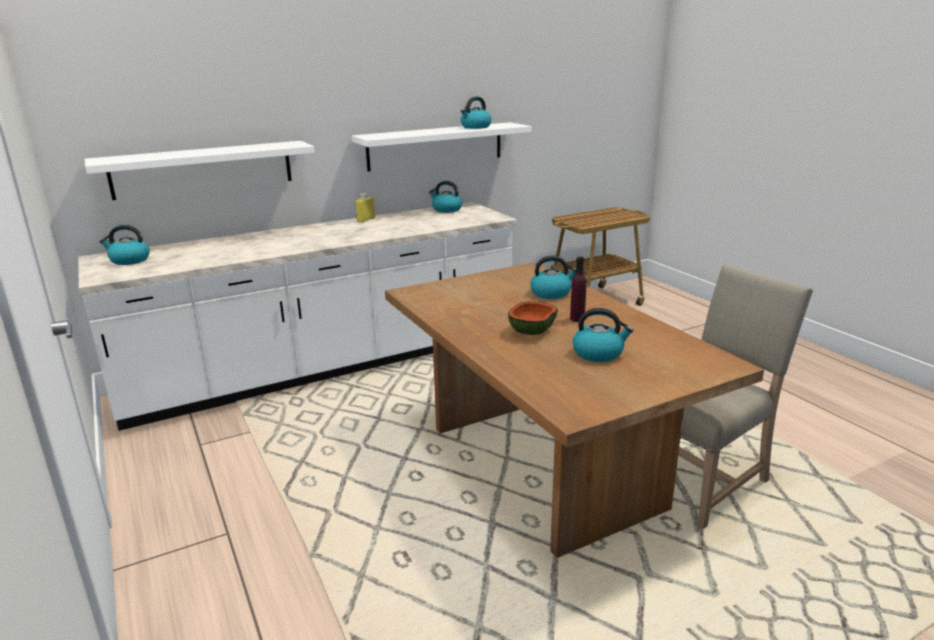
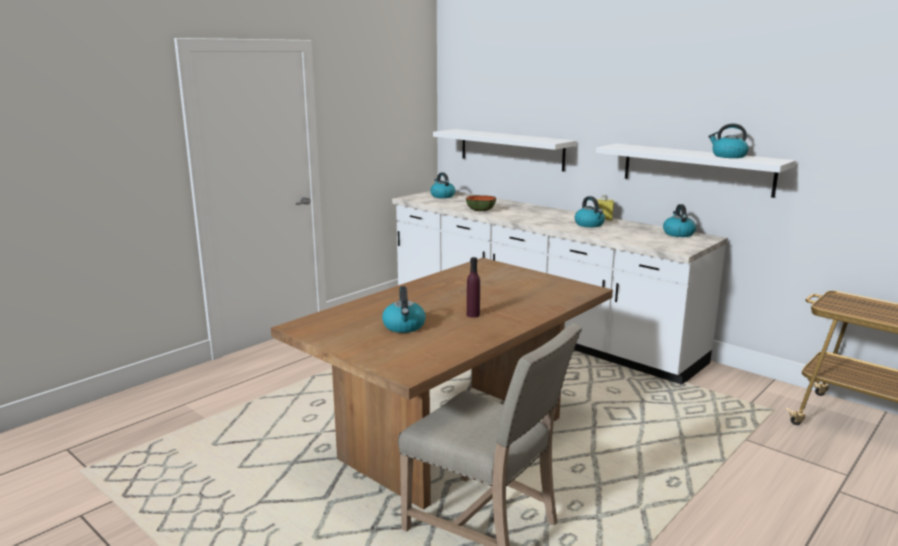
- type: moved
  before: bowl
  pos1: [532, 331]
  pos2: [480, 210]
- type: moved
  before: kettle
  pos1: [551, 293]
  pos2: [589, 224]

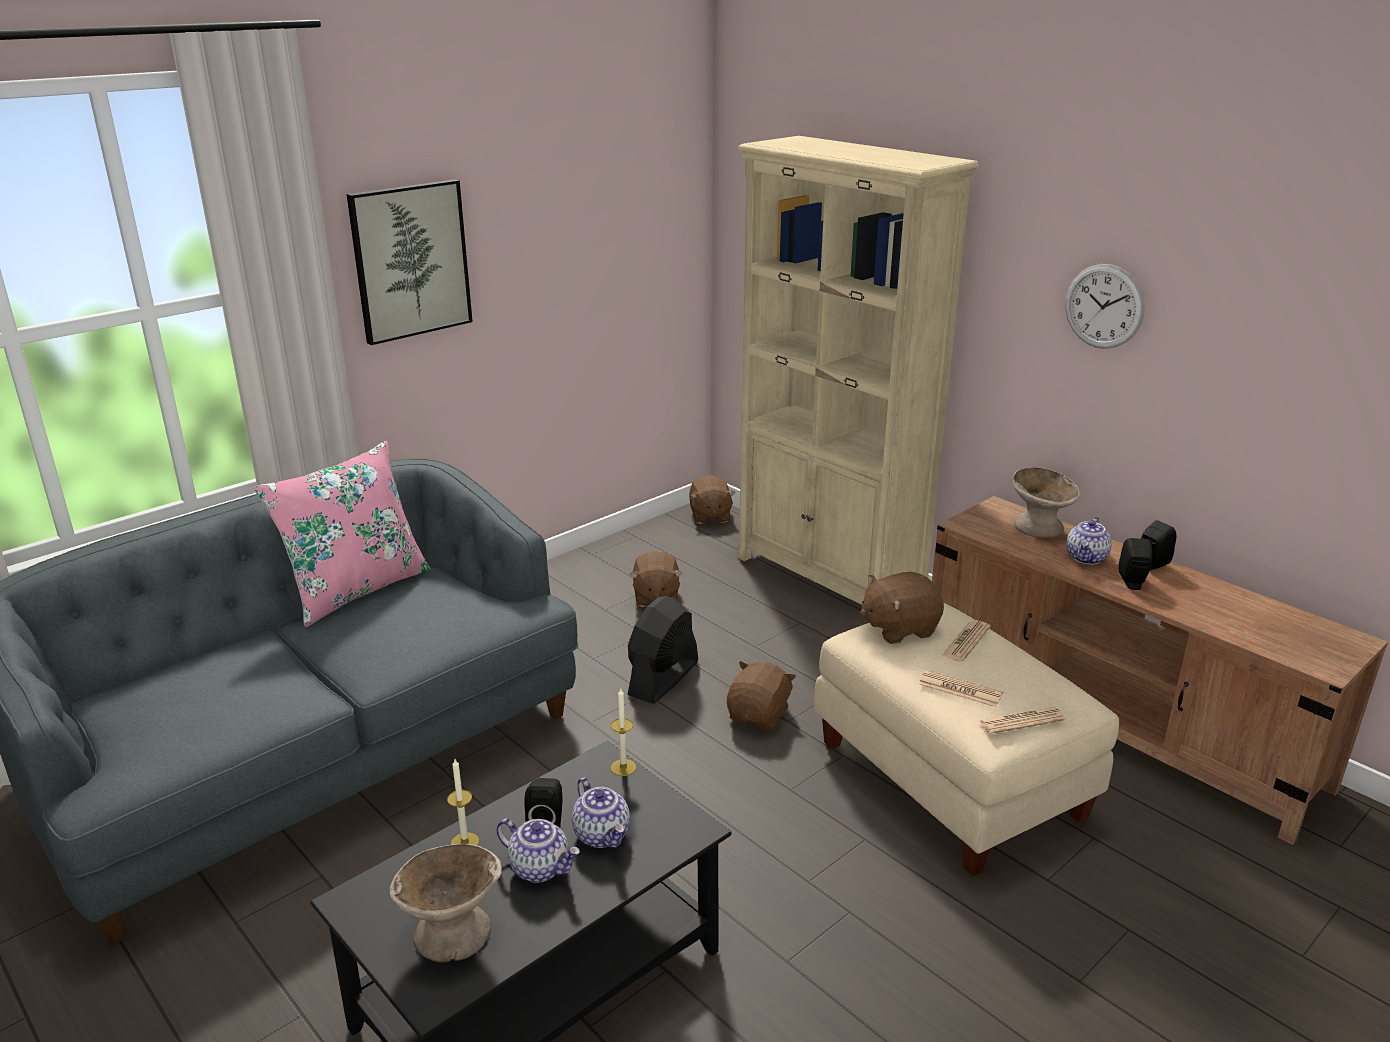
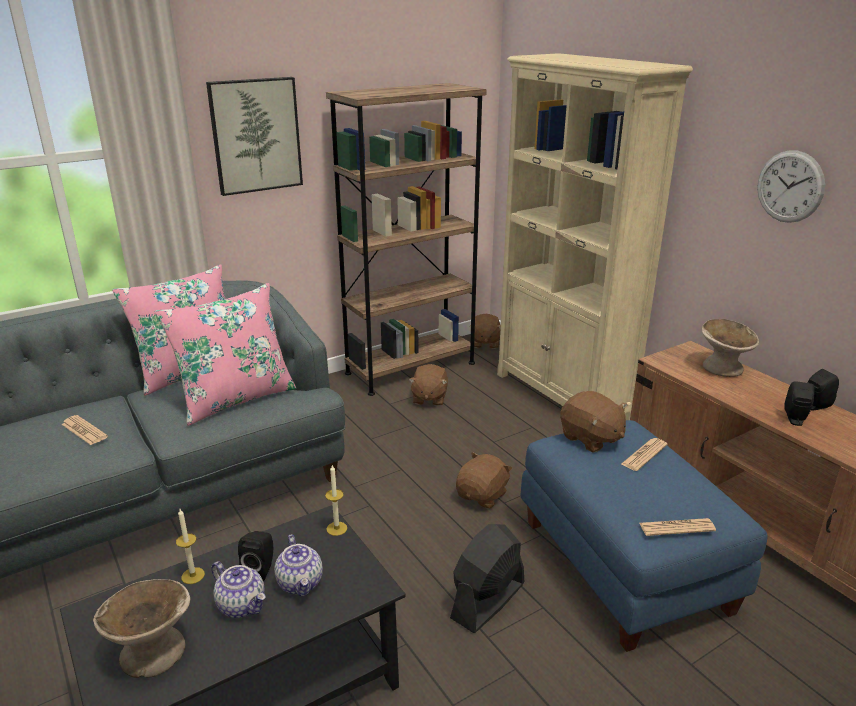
- type: removed
  before: teapot
  pos1: [1087, 558]
- type: added
  after: pink pillow
  pos2: [235, 398]
- type: added
  after: brown bookcase
  pos2: [410, 368]
- type: moved
  before: black fan
  pos1: [663, 678]
  pos2: [487, 601]
- type: moved
  before: newspaper
  pos1: [960, 689]
  pos2: [84, 431]
- type: recoloured
  before: beige ottoman
  after: blue ottoman
  pos1: [952, 779]
  pos2: [626, 565]
- type: turned
  before: brown plush toy
  pos1: [899, 628]
  pos2: [591, 438]
  turn: -120

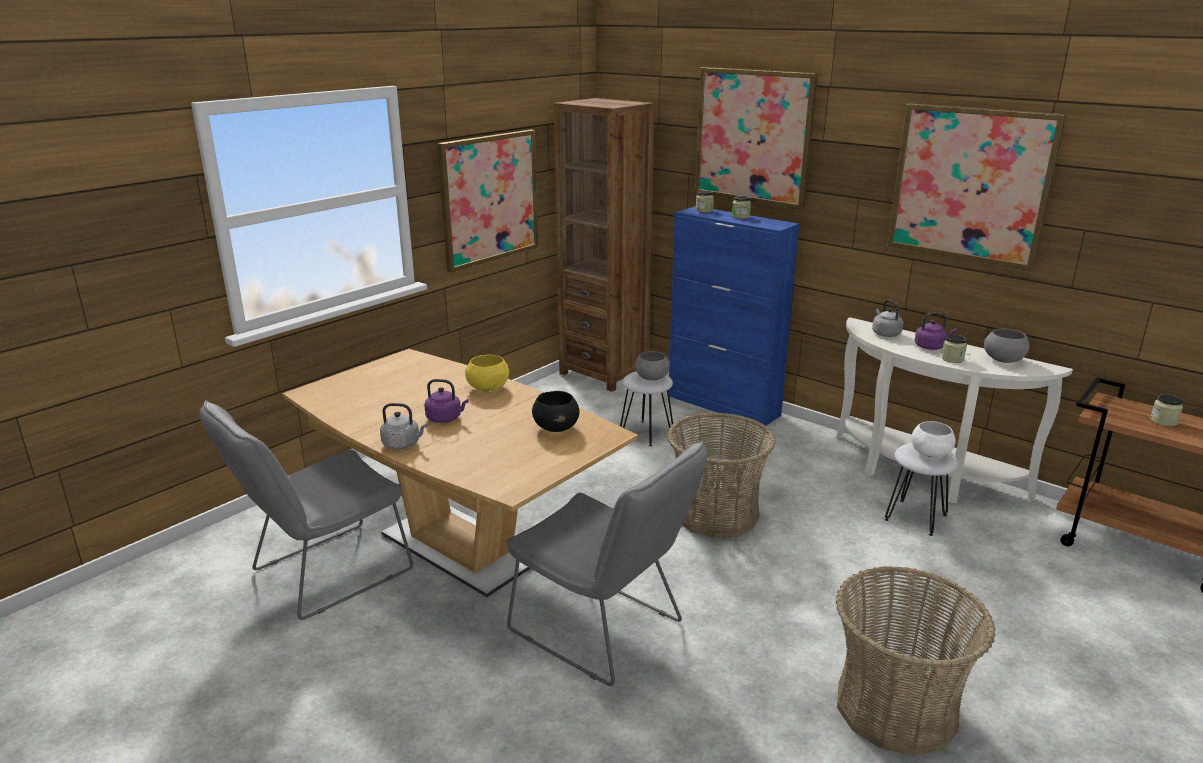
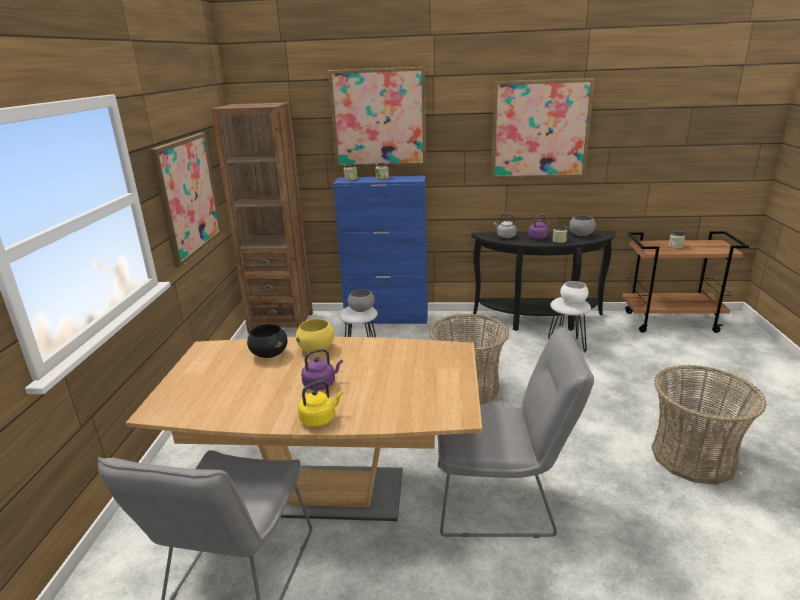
- type: moved
  before: black bowl
  pos1: [556, 428]
  pos2: [269, 354]
- type: recoloured
  before: grey kettle
  after: yellow kettle
  pos1: [403, 444]
  pos2: [320, 419]
- type: recoloured
  before: white console table
  after: black console table
  pos1: [919, 475]
  pos2: [539, 321]

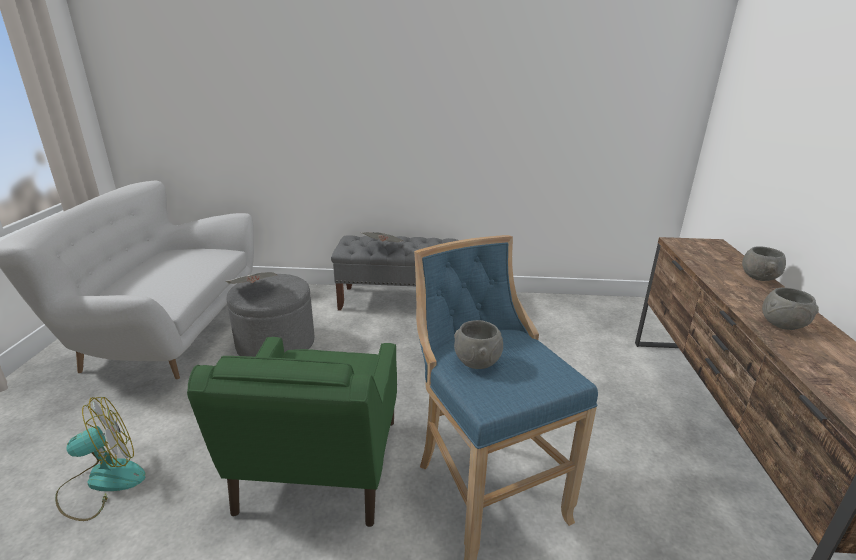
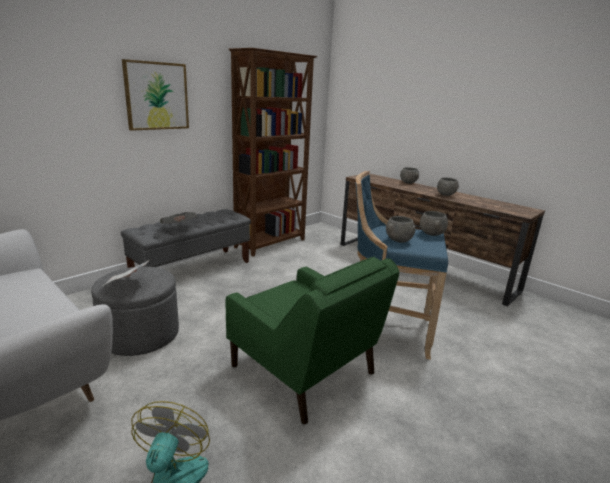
- type: added
  after: picture
  pos2: [157, 96]
- type: added
  after: brown bookcase
  pos2: [271, 243]
- type: added
  after: grey bowl
  pos2: [431, 235]

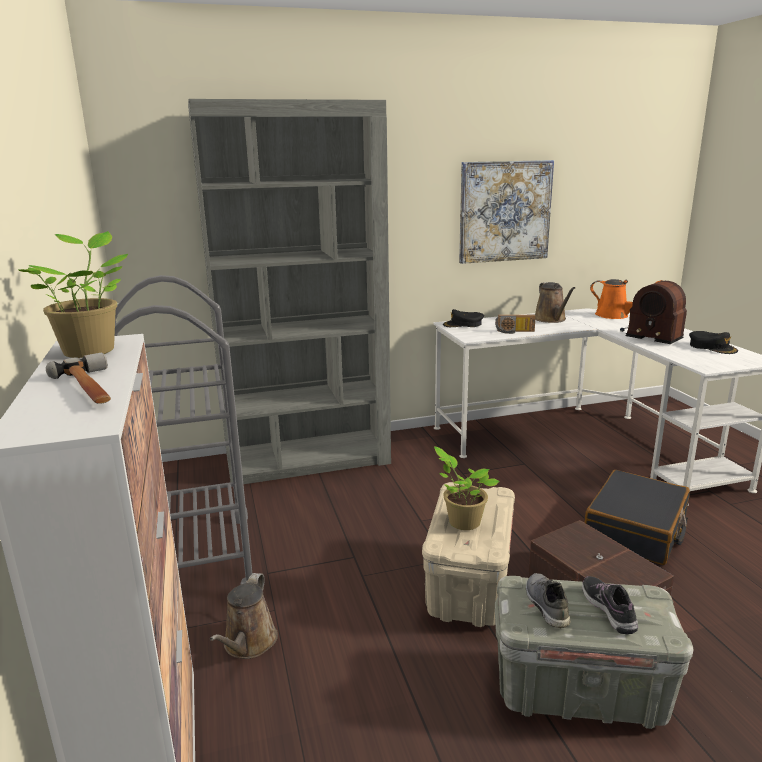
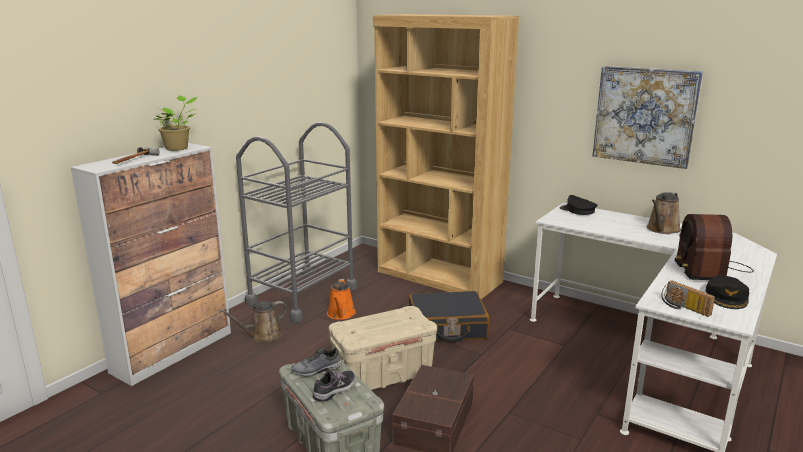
- type: removed
  before: potted plant
  pos1: [462, 521]
- type: moved
  before: radio
  pos1: [514, 332]
  pos2: [683, 308]
- type: moved
  before: black suitcase
  pos1: [636, 530]
  pos2: [447, 327]
- type: moved
  before: orange watering can
  pos1: [615, 315]
  pos2: [341, 314]
- type: recoloured
  before: grey bookcase
  after: brown bookcase
  pos1: [308, 459]
  pos2: [439, 277]
- type: turned
  before: grey shoe
  pos1: [545, 605]
  pos2: [317, 370]
  turn: -150

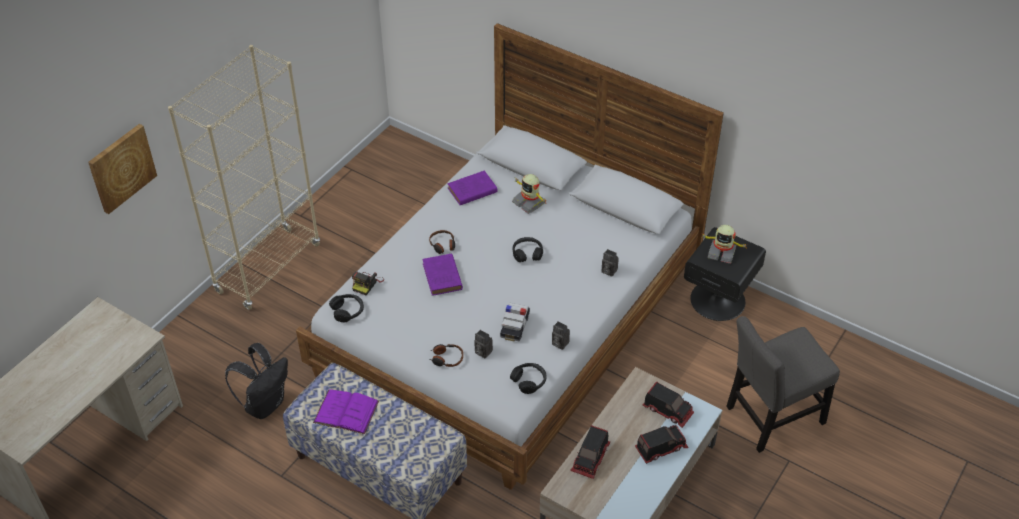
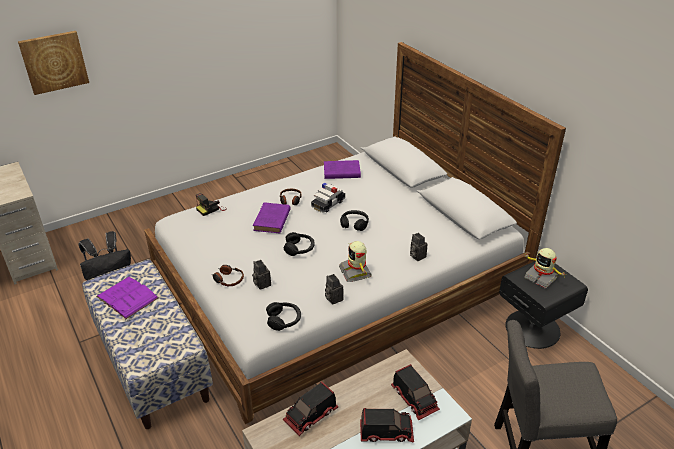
- type: removed
  before: beige bookcase
  pos1: [268, 268]
- type: moved
  before: black headphones
  pos1: [348, 311]
  pos2: [299, 248]
- type: moved
  before: toy car
  pos1: [515, 326]
  pos2: [328, 204]
- type: moved
  before: toy robot
  pos1: [529, 202]
  pos2: [356, 272]

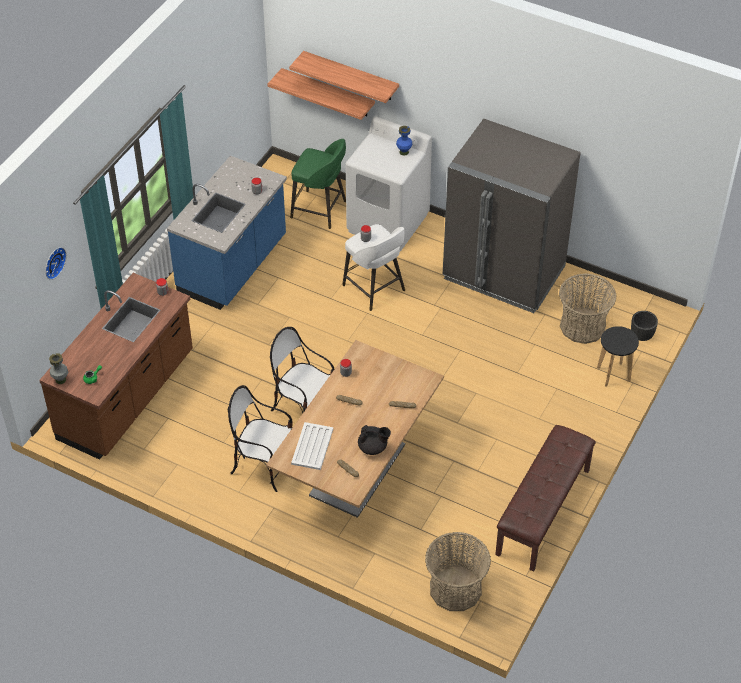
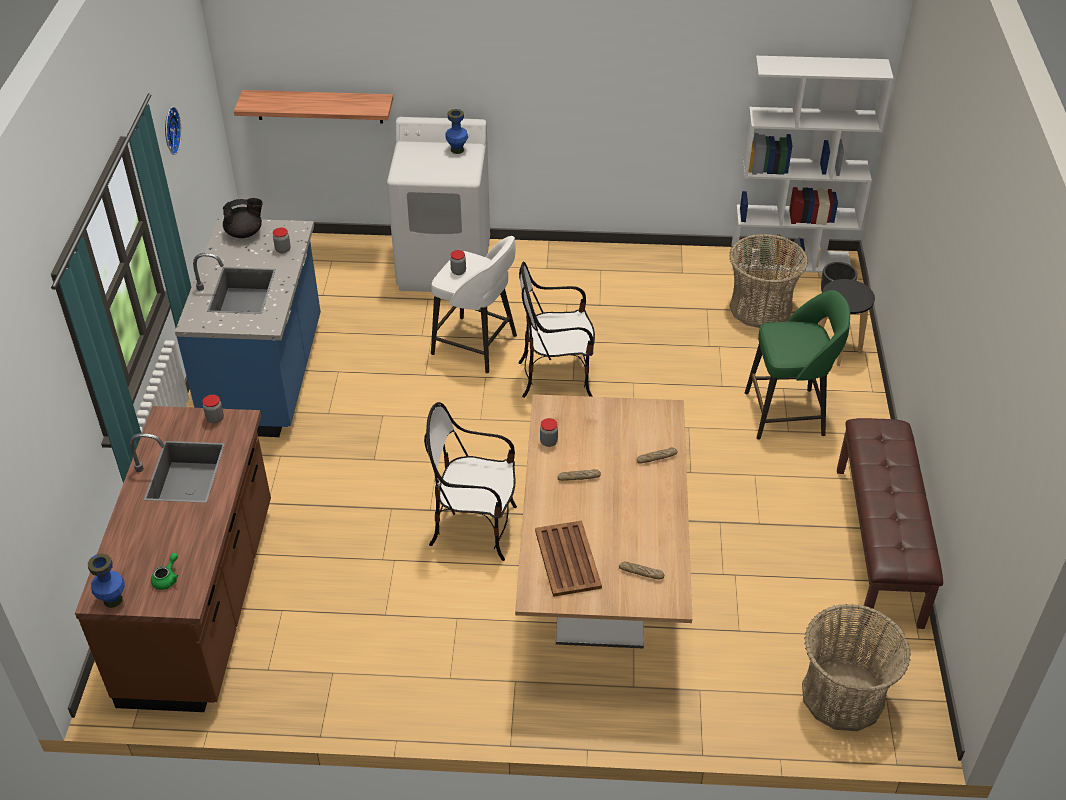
- type: removed
  before: shelf
  pos1: [351, 76]
- type: removed
  before: grey fridge
  pos1: [504, 273]
- type: added
  after: white bookcase
  pos2: [791, 261]
- type: moved
  before: wall clock
  pos1: [53, 262]
  pos2: [169, 130]
- type: moved
  before: chair
  pos1: [263, 466]
  pos2: [556, 377]
- type: moved
  before: green stool
  pos1: [320, 210]
  pos2: [787, 414]
- type: moved
  before: black teapot
  pos1: [373, 447]
  pos2: [245, 233]
- type: recoloured
  before: grey vase
  after: blue vase
  pos1: [60, 380]
  pos2: [112, 600]
- type: recoloured
  before: white tray
  after: brown tray
  pos1: [312, 446]
  pos2: [567, 558]

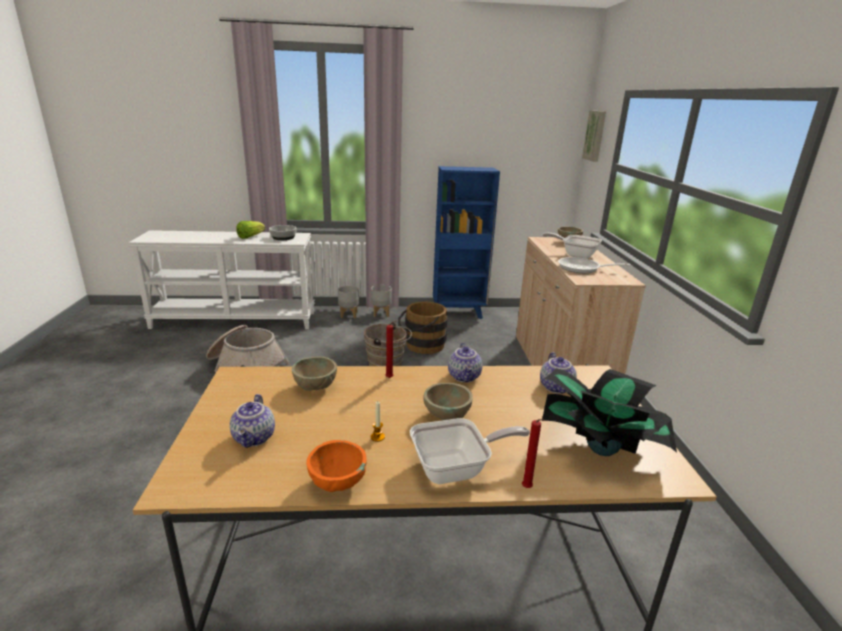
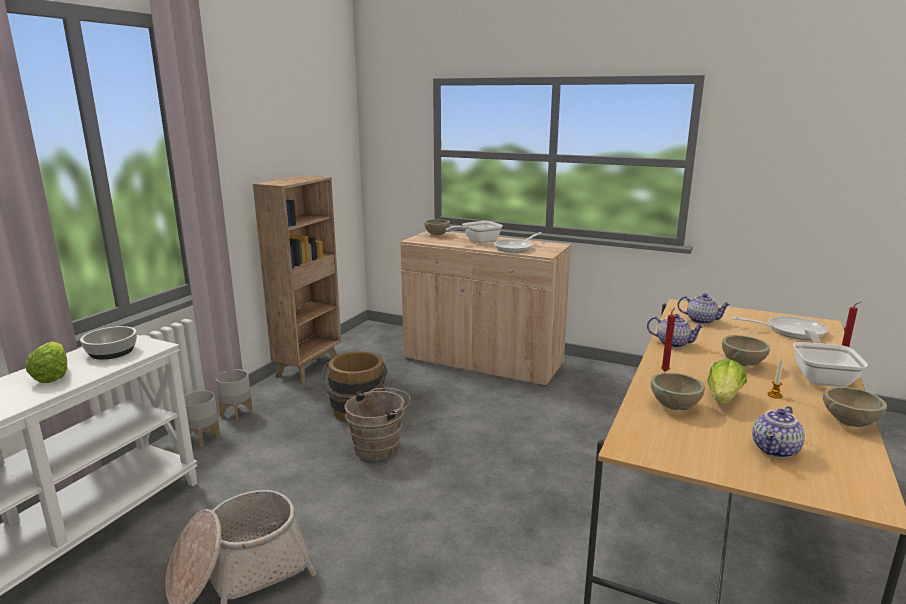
- type: removed
  before: picture
  pos1: [595, 135]
- type: added
  after: lettuce
  pos2: [723, 399]
- type: replaced
  before: potted plant
  after: frying pan
  pos1: [600, 448]
  pos2: [789, 331]
- type: recoloured
  before: orange bowl
  after: beige bowl
  pos1: [337, 484]
  pos2: [849, 423]
- type: recoloured
  before: blue bookcase
  after: brown bookcase
  pos1: [459, 313]
  pos2: [309, 367]
- type: turned
  before: teapot
  pos1: [255, 438]
  pos2: [776, 450]
  turn: 105

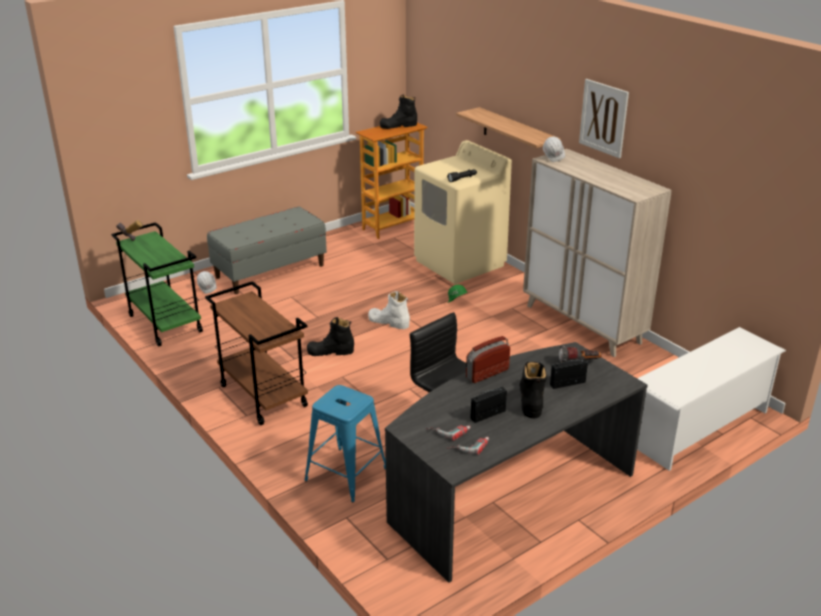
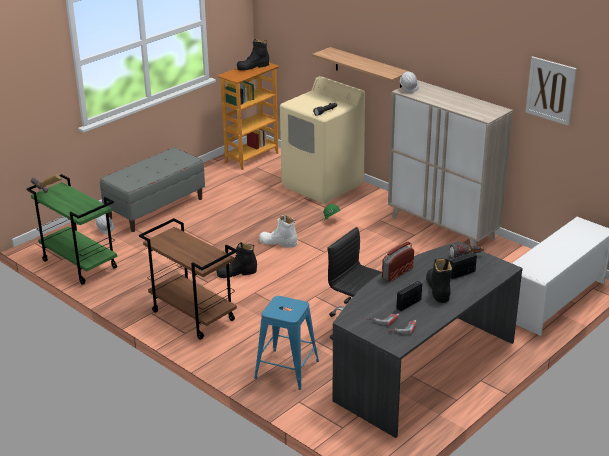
- type: moved
  before: picture
  pos1: [603, 118]
  pos2: [551, 90]

